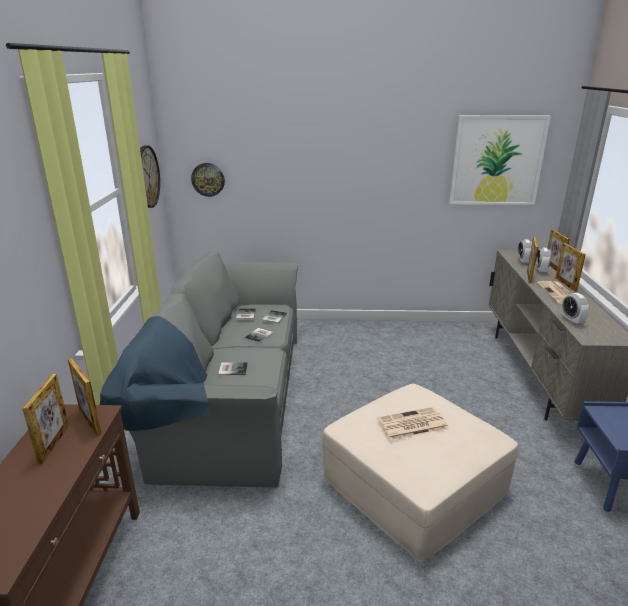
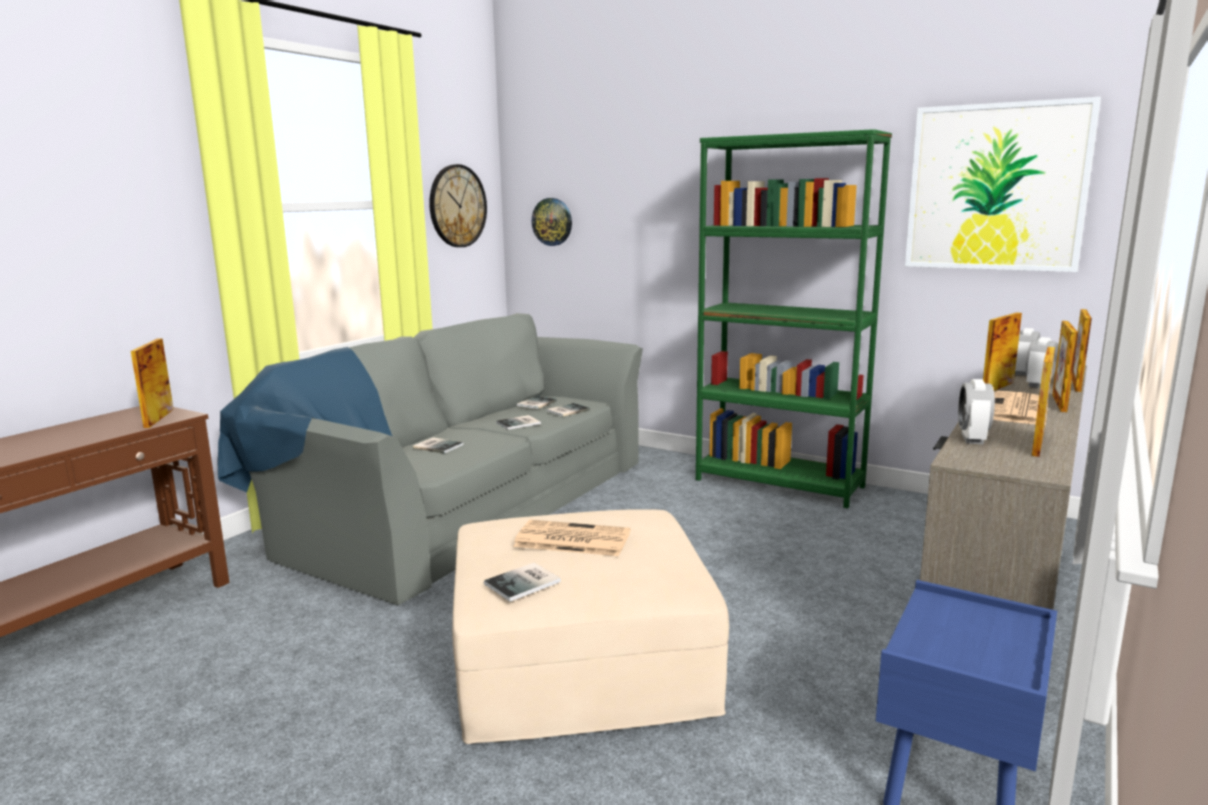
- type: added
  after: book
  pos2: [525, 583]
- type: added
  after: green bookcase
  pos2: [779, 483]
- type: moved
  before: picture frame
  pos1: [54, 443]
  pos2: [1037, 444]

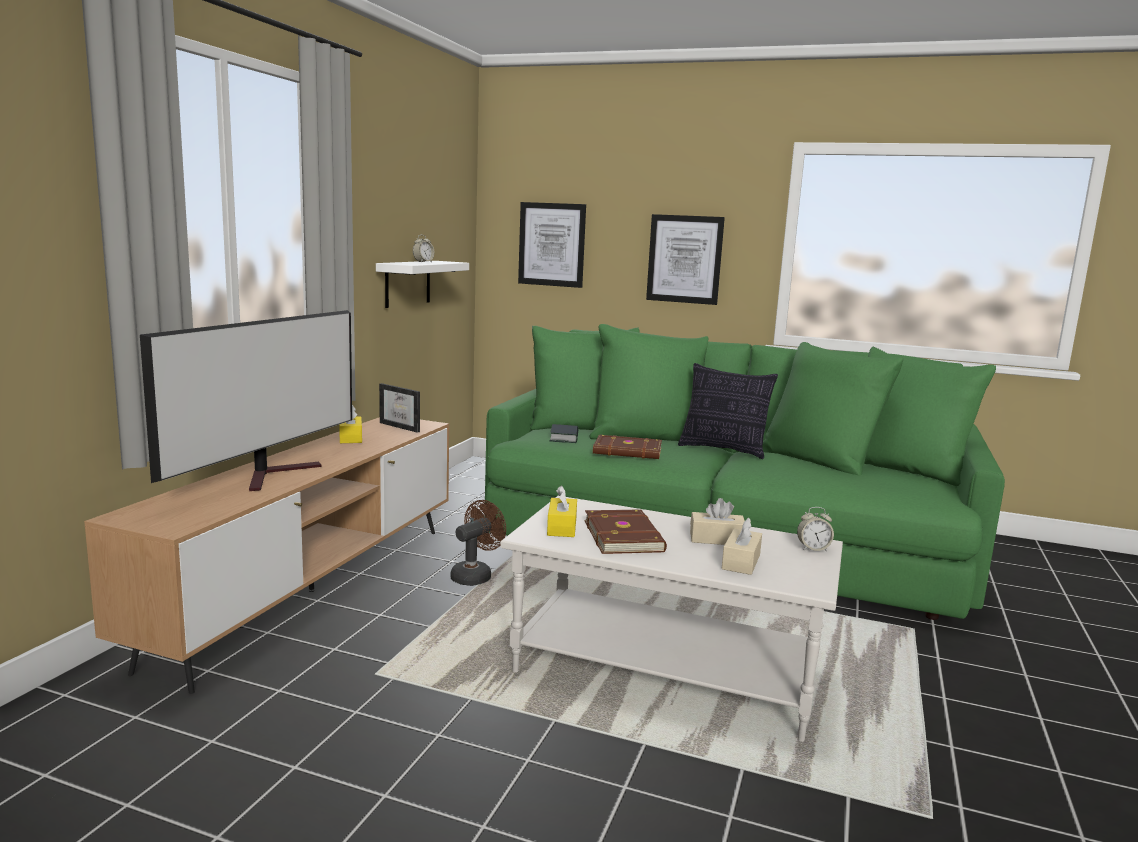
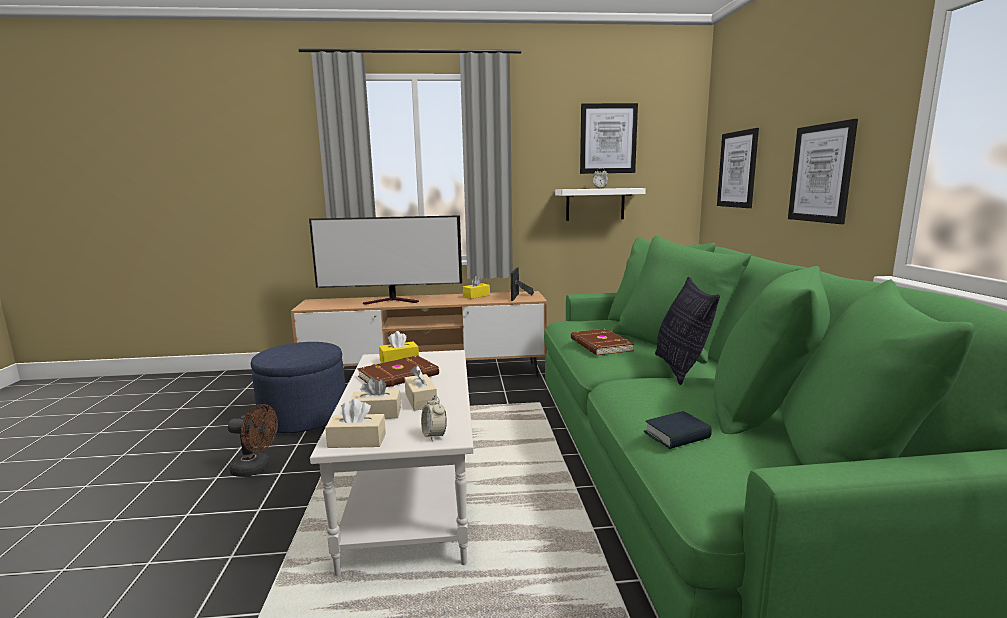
- type: added
  after: blue ottoman
  pos2: [304, 417]
- type: added
  after: beige tissue box
  pos2: [357, 441]
- type: added
  after: picture
  pos2: [608, 139]
- type: moved
  before: brown fan
  pos1: [475, 575]
  pos2: [256, 469]
- type: moved
  before: book
  pos1: [564, 438]
  pos2: [677, 436]

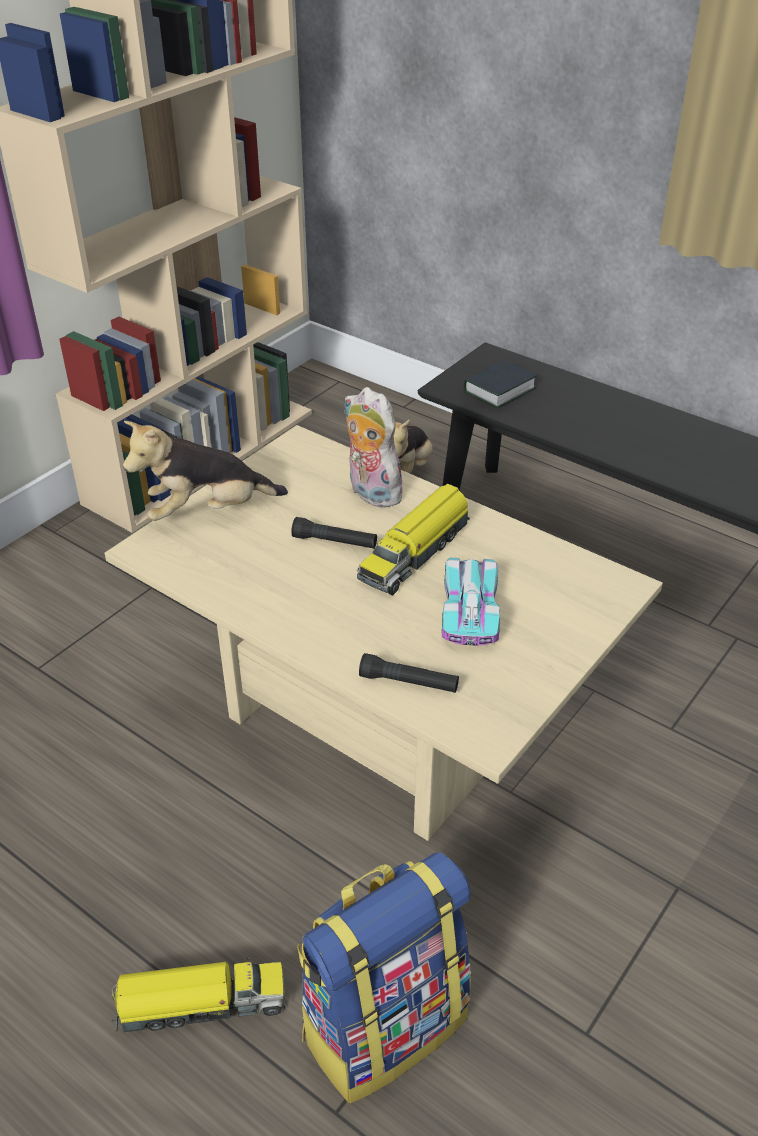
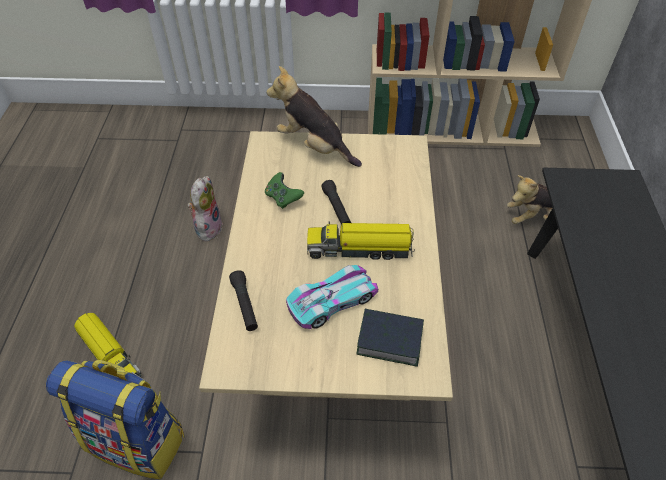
- type: added
  after: green game controller
  pos2: [283, 198]
- type: moved
  before: plush toy
  pos1: [370, 493]
  pos2: [207, 227]
- type: moved
  before: book
  pos1: [499, 390]
  pos2: [389, 340]

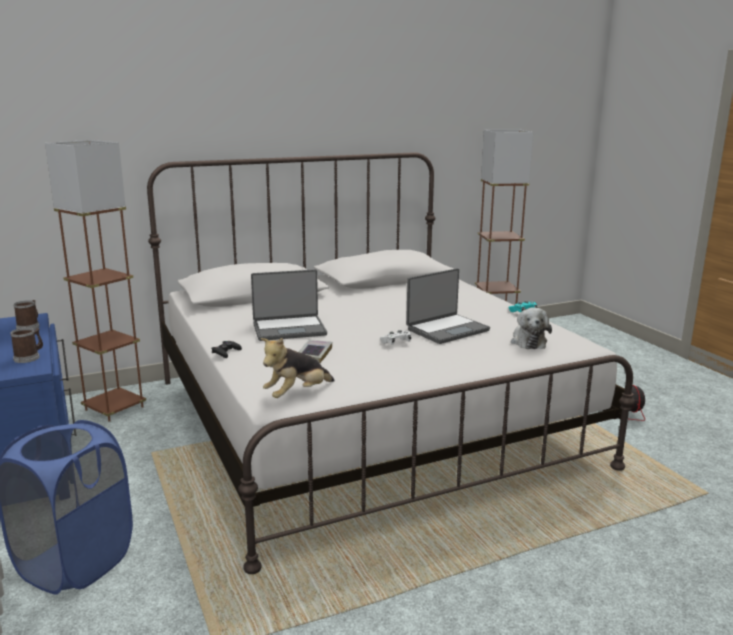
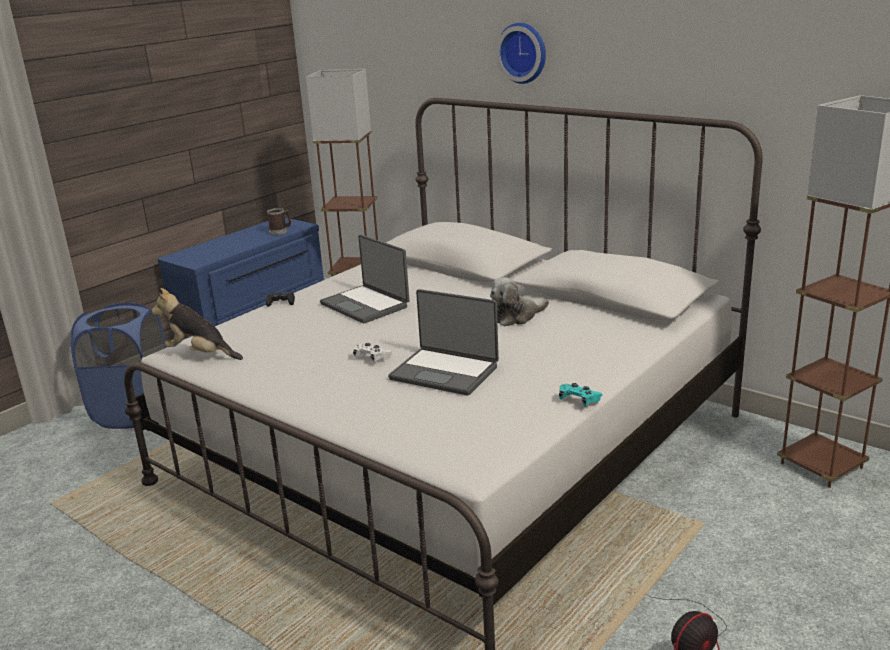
- type: removed
  before: mug
  pos1: [29, 357]
- type: removed
  before: book
  pos1: [314, 354]
- type: added
  after: wall clock
  pos2: [524, 52]
- type: moved
  before: plush toy
  pos1: [528, 341]
  pos2: [516, 317]

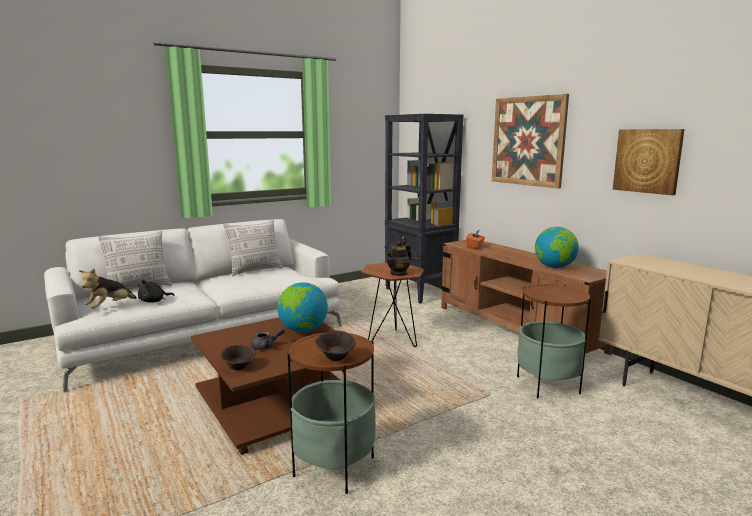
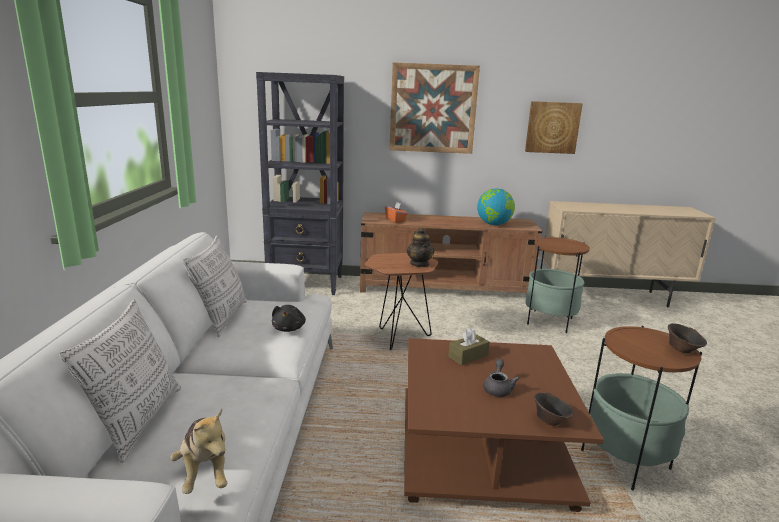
- type: moved
  before: black plush toy
  pos1: [154, 301]
  pos2: [289, 328]
- type: replaced
  before: globe
  after: brown tissue box
  pos1: [303, 330]
  pos2: [468, 356]

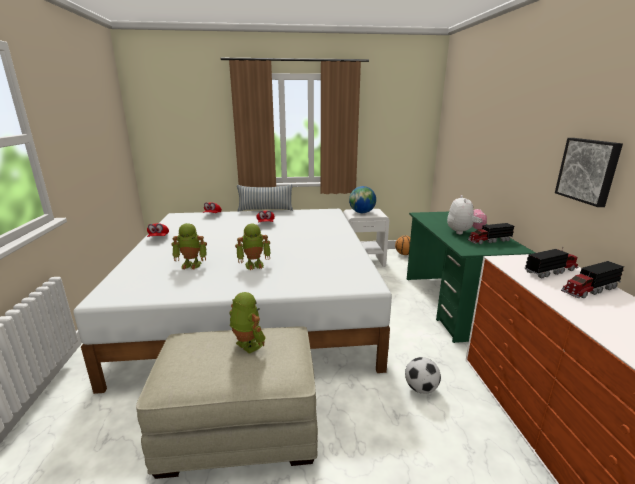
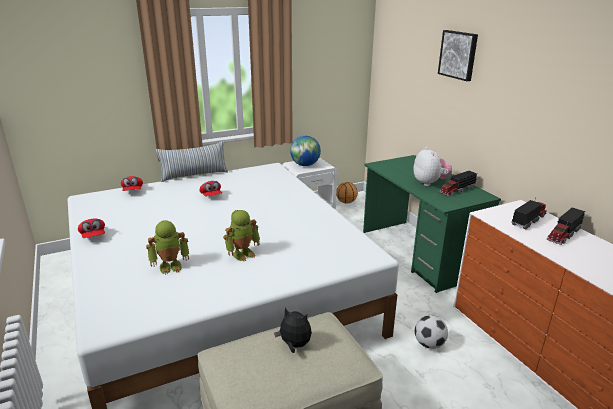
- type: moved
  before: picture
  pos1: [588, 170]
  pos2: [458, 55]
- type: replaced
  before: toy robot
  after: plush toy
  pos1: [247, 345]
  pos2: [294, 345]

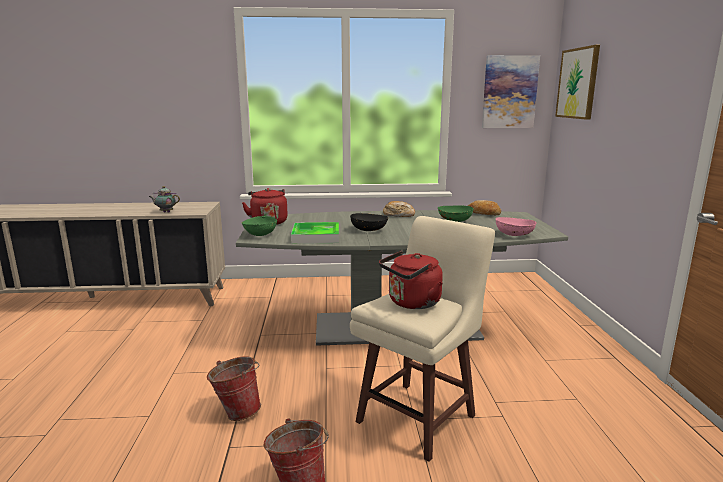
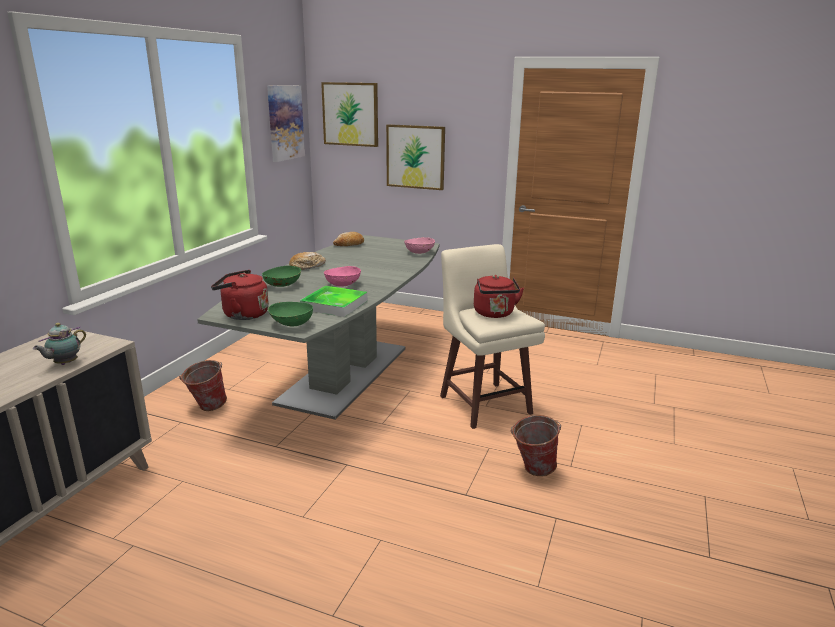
- type: added
  after: picture
  pos2: [415, 157]
- type: moved
  before: bucket
  pos1: [237, 411]
  pos2: [206, 407]
- type: moved
  before: green bowl
  pos1: [454, 221]
  pos2: [282, 285]
- type: recoloured
  before: black bowl
  after: pink bowl
  pos1: [369, 230]
  pos2: [342, 285]

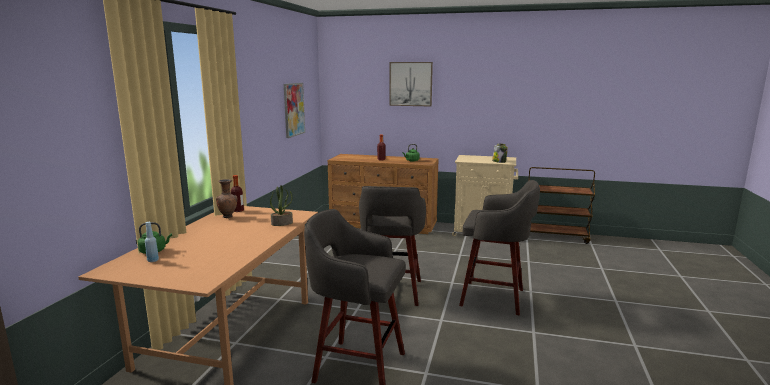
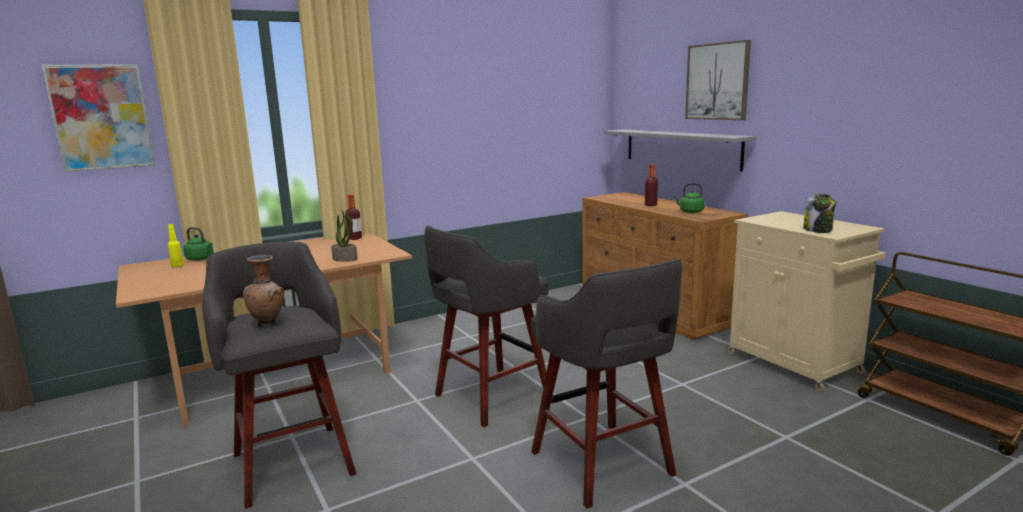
- type: added
  after: grey shelf
  pos2: [681, 148]
- type: moved
  before: brown vase
  pos1: [228, 216]
  pos2: [268, 324]
- type: moved
  before: picture
  pos1: [293, 109]
  pos2: [101, 117]
- type: recoloured
  before: blue bottle
  after: yellow bottle
  pos1: [153, 260]
  pos2: [177, 266]

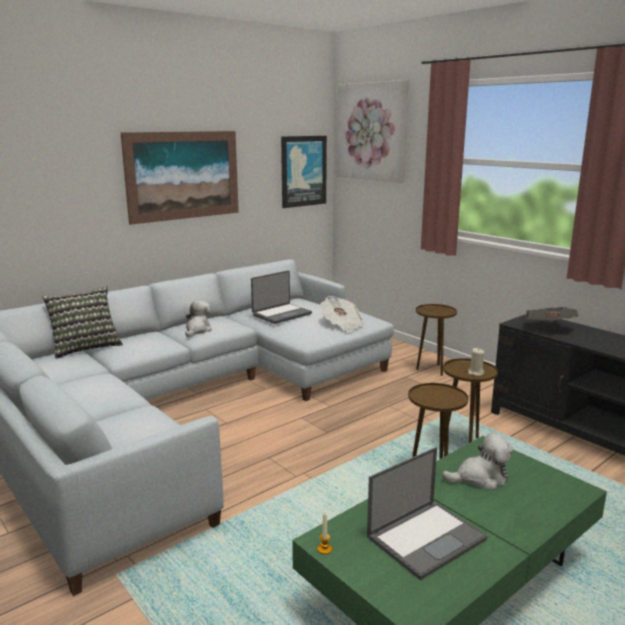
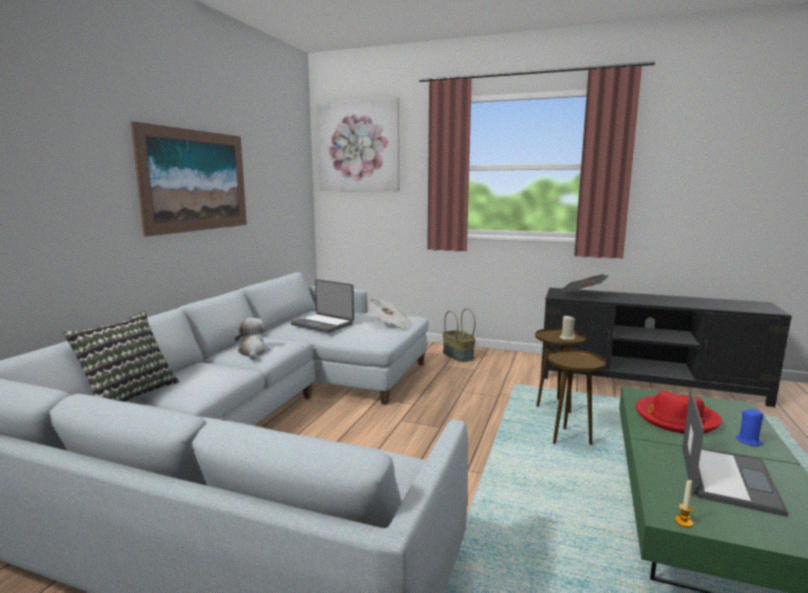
- type: removed
  before: picture
  pos1: [303, 171]
- type: added
  after: blue candle
  pos2: [749, 441]
- type: replaced
  before: brown side table
  after: basket
  pos1: [432, 369]
  pos2: [457, 356]
- type: replaced
  before: plush toy
  after: red hat
  pos1: [480, 478]
  pos2: [675, 418]
- type: turned
  before: laptop
  pos1: [281, 314]
  pos2: [323, 324]
  turn: 105

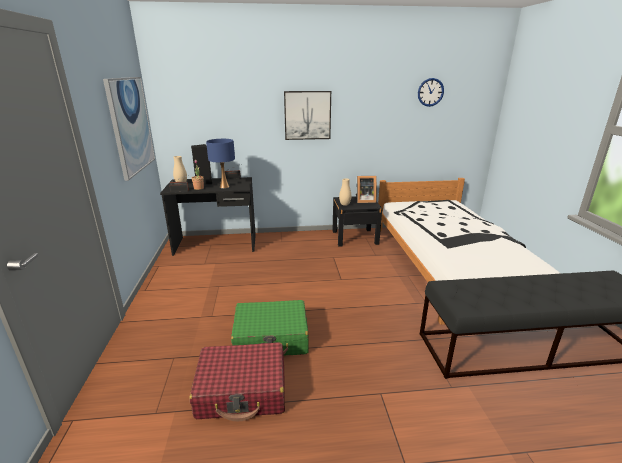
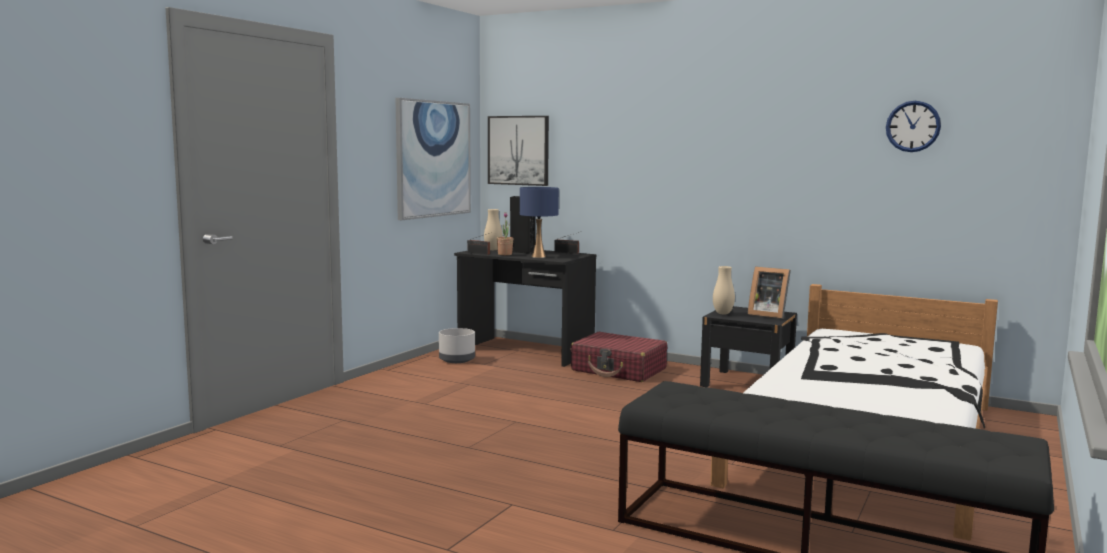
- type: removed
  before: green suitcase
  pos1: [271, 338]
- type: added
  after: grey planter
  pos2: [457, 360]
- type: moved
  before: red suitcase
  pos1: [242, 390]
  pos2: [619, 370]
- type: moved
  before: picture
  pos1: [307, 115]
  pos2: [518, 150]

